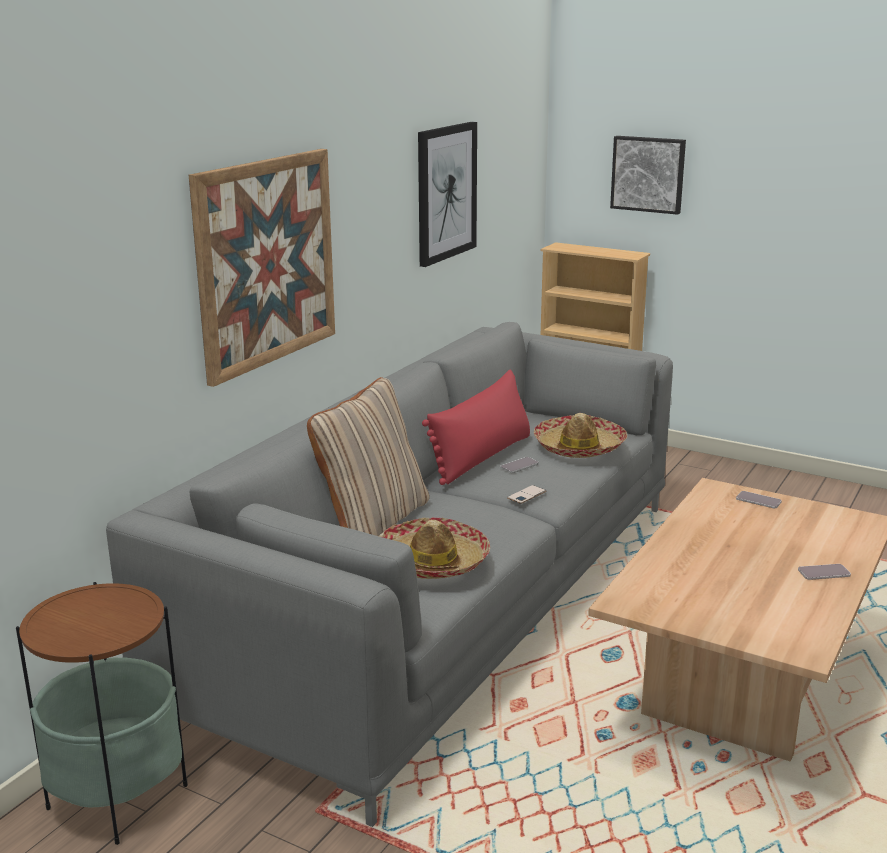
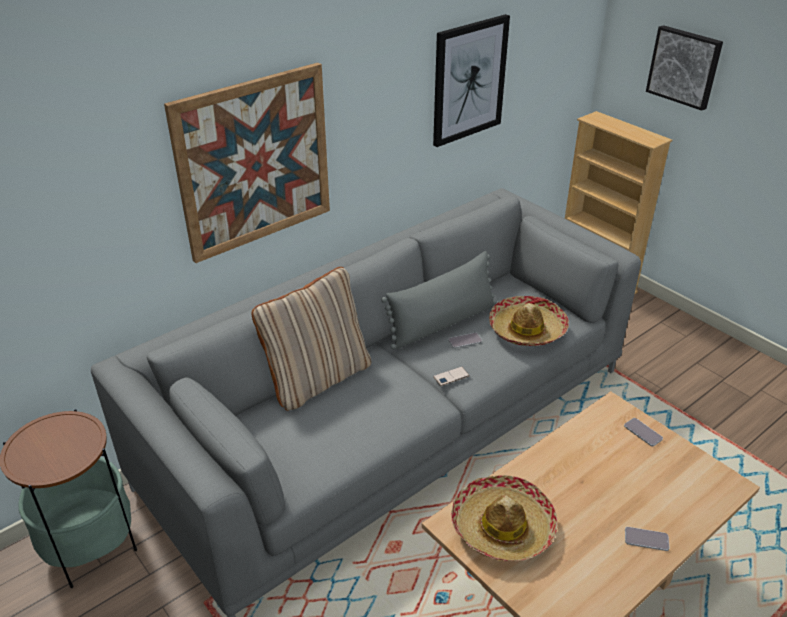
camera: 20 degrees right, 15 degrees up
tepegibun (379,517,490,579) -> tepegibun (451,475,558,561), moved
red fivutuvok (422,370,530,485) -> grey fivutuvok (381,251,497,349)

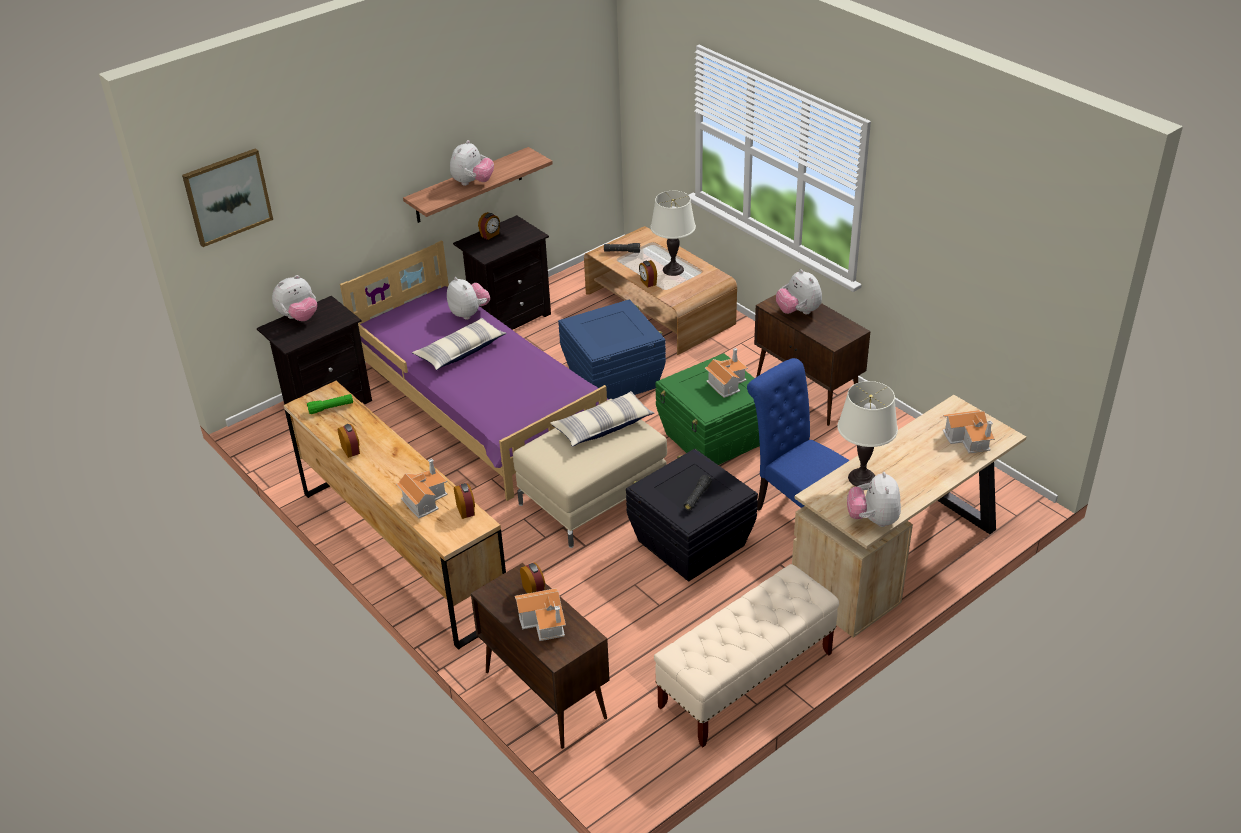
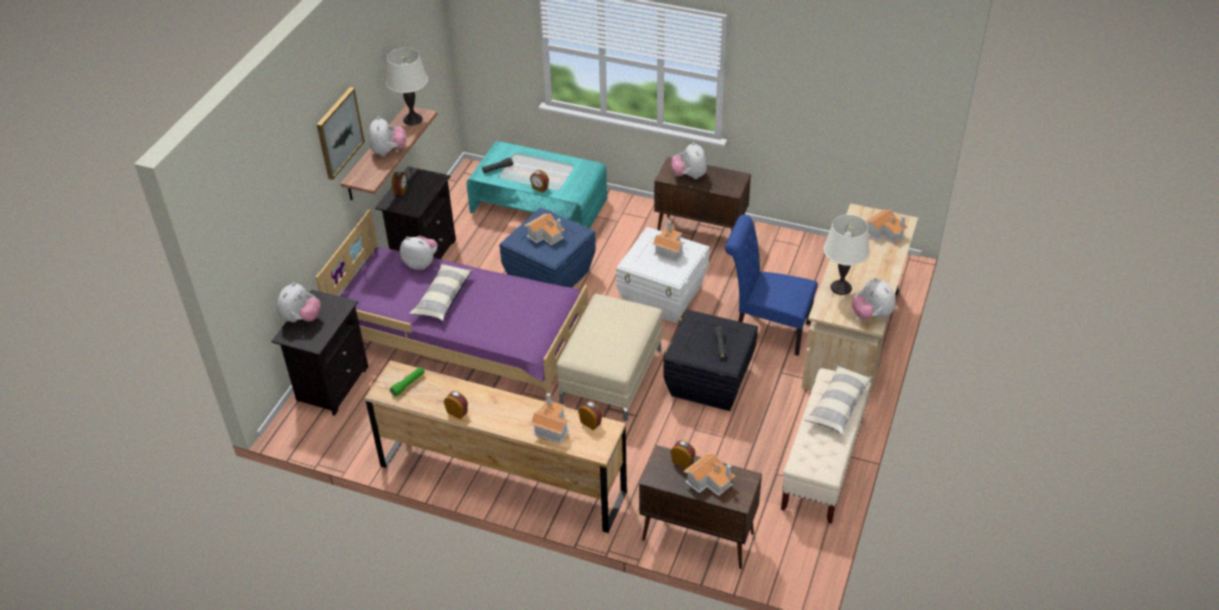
camera: 30 degrees left, 5 degrees up
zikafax (182,148,273,247) -> zikafax (316,87,365,180), moved
fivutuvok (550,391,654,447) -> fivutuvok (804,365,873,434), moved
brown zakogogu (584,226,737,355) -> turquoise zakogogu (466,141,607,229)
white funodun (650,191,696,276) -> white funodun (386,48,428,125), moved
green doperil (655,353,760,465) -> white doperil (616,227,710,323)
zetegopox (776,269,822,315) -> zetegopox (671,142,707,179), 45 degrees clockwise
none -> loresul (524,213,565,246)

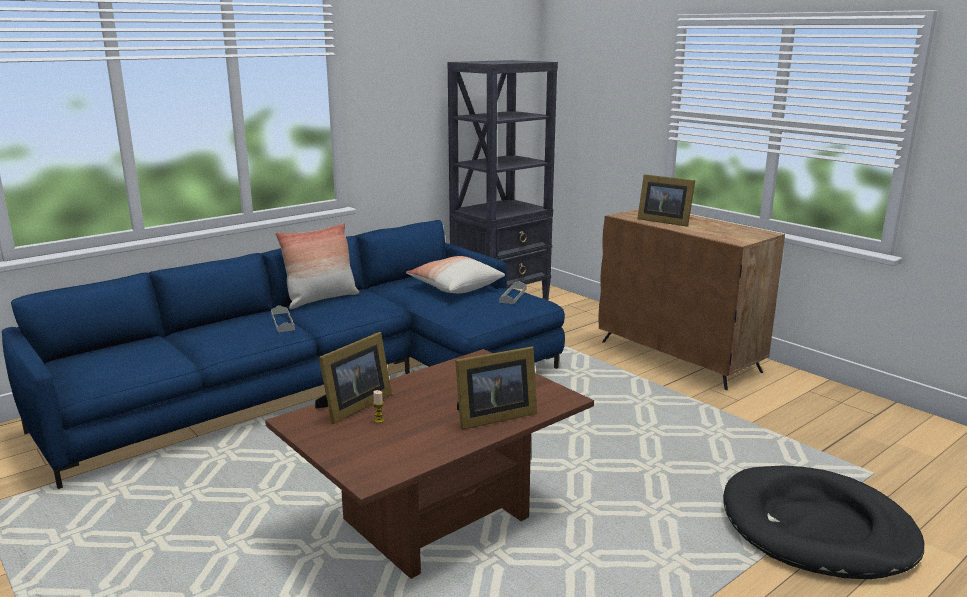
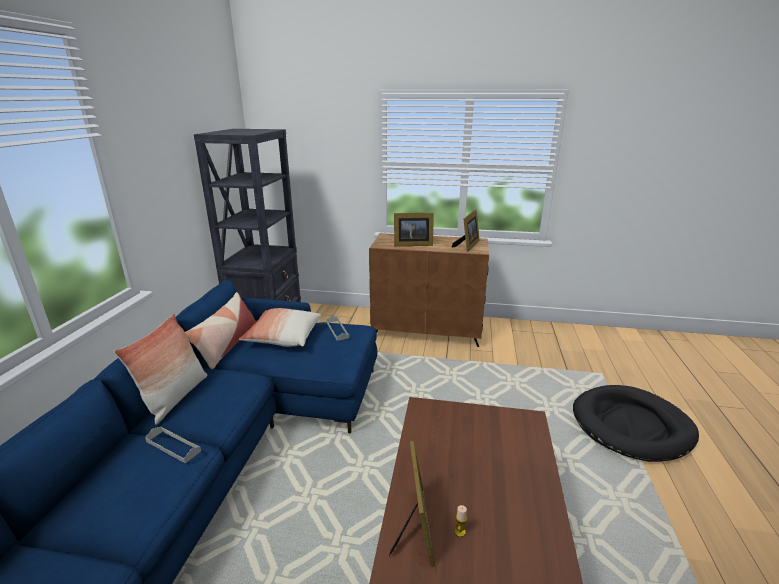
camera: 40 degrees left, 5 degrees up
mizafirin (455,347,537,430) -> mizafirin (452,210,480,252), moved
none -> fivutuvok (185,292,257,369)

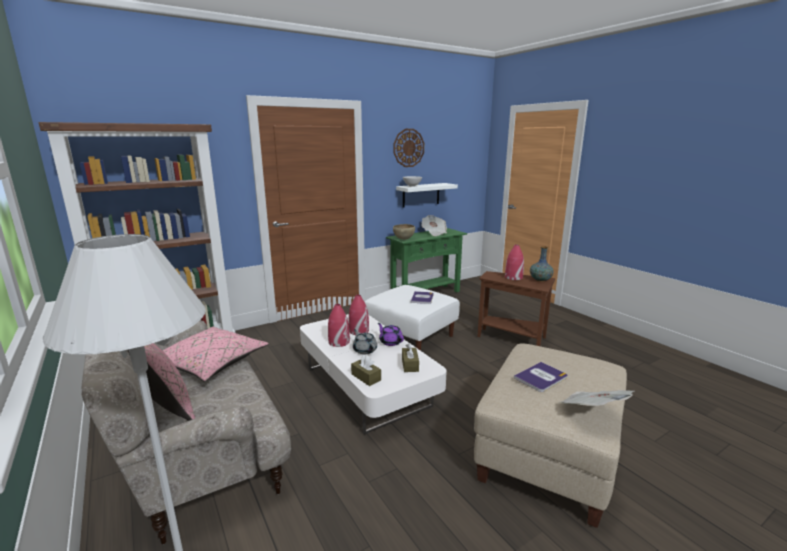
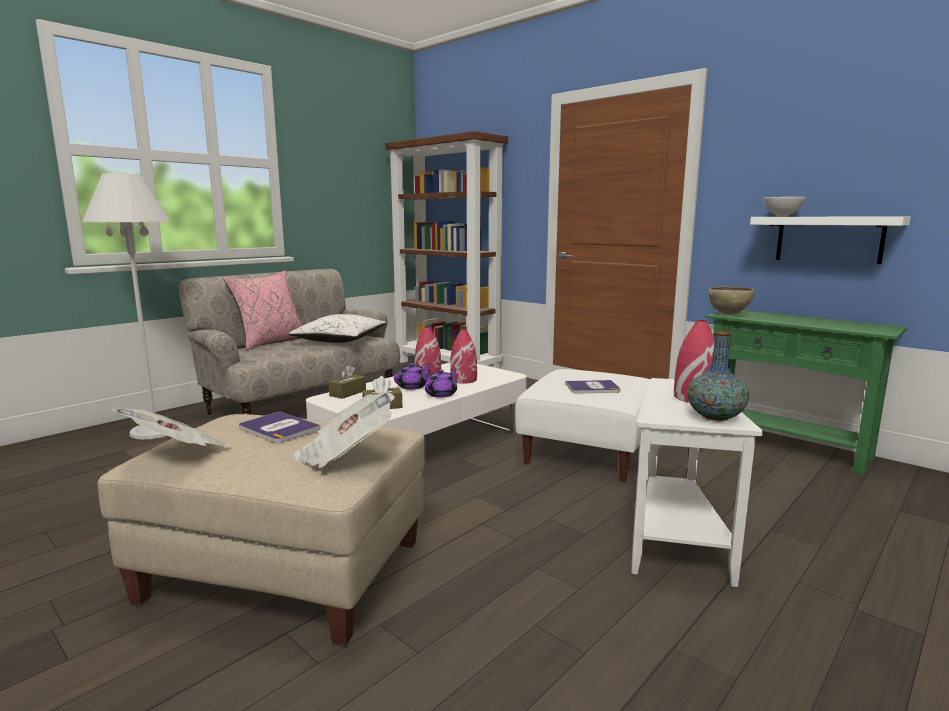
camera: 75 degrees right, 5 degrees down
pink fivutuvok (163,327,269,382) -> white fivutuvok (288,314,387,343)
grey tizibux (353,329,377,354) -> purple tizibux (394,363,431,390)
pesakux (394,129,424,167) -> none
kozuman (421,215,447,236) -> kozuman (293,392,395,468), moved
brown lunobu (477,271,555,346) -> white lunobu (631,378,763,587)

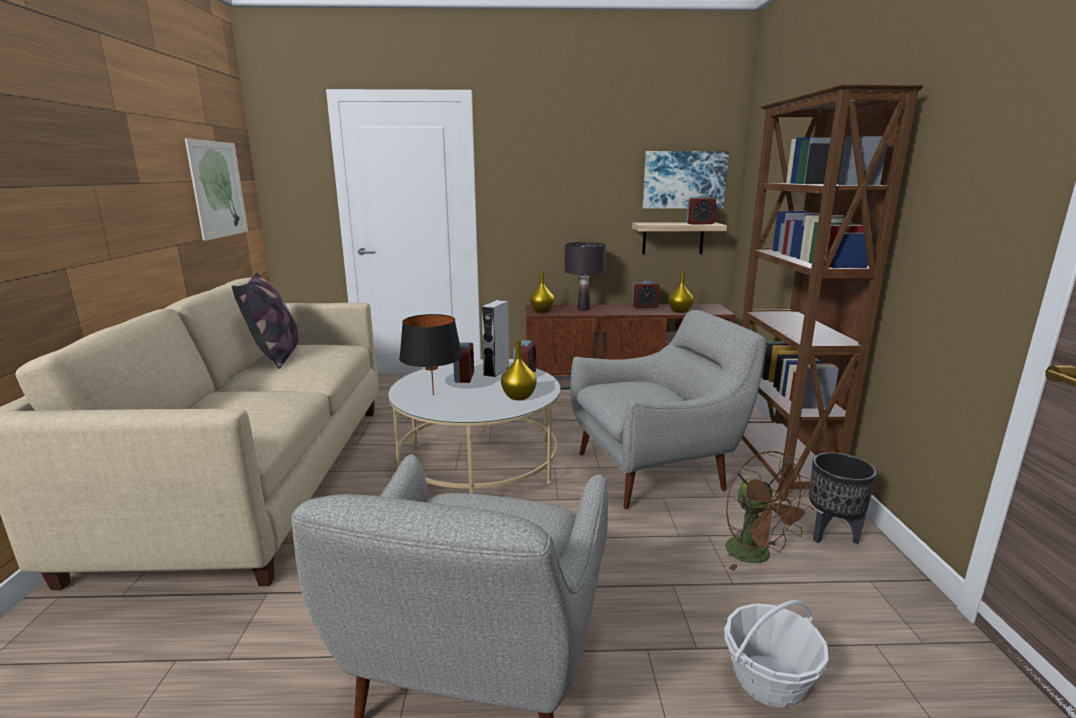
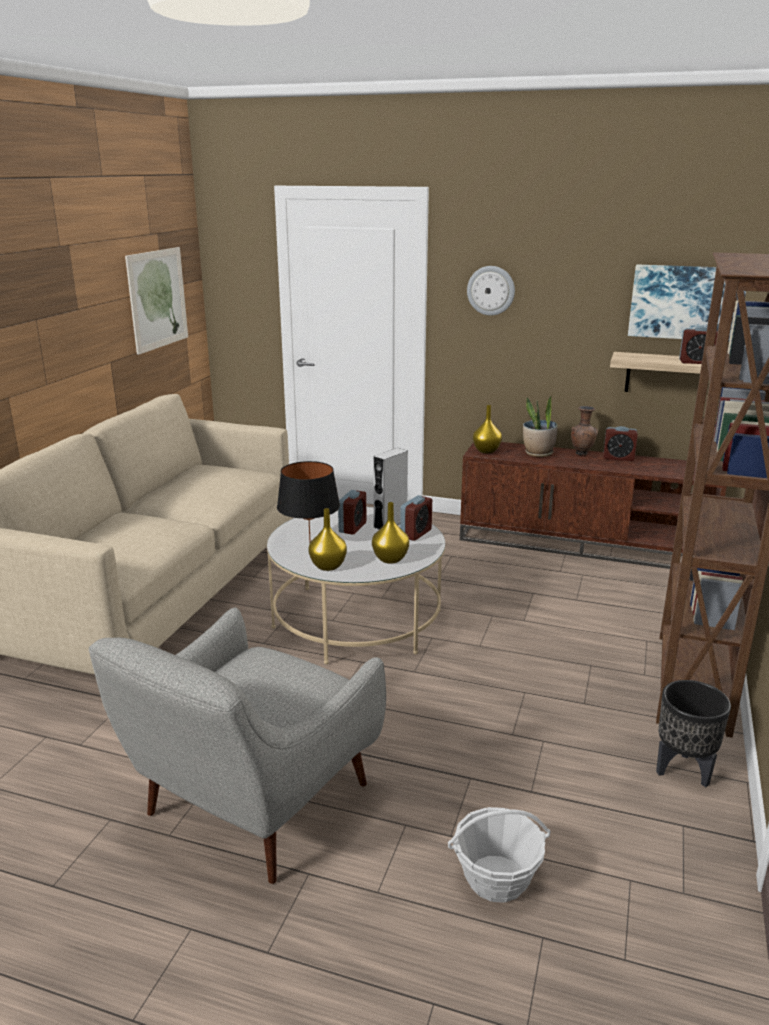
camera: 20 degrees right, 5 degrees up
fivutuvok (232,272,299,369) -> none
black funodun (564,242,606,311) -> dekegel (523,396,558,457)
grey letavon (571,310,767,509) -> none
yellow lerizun (668,271,693,313) -> yellow lerizun (308,508,347,571), moved
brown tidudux (725,451,814,571) -> none
none -> pesakux (467,266,515,315)
none -> brown lerizun (571,406,598,456)

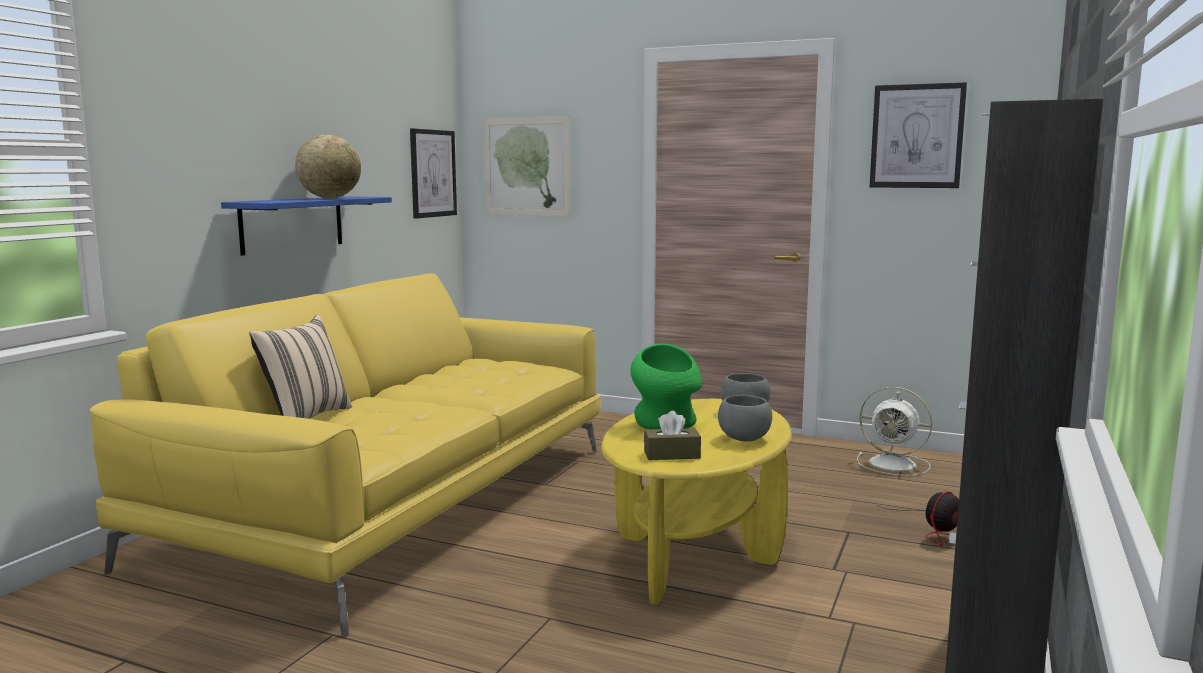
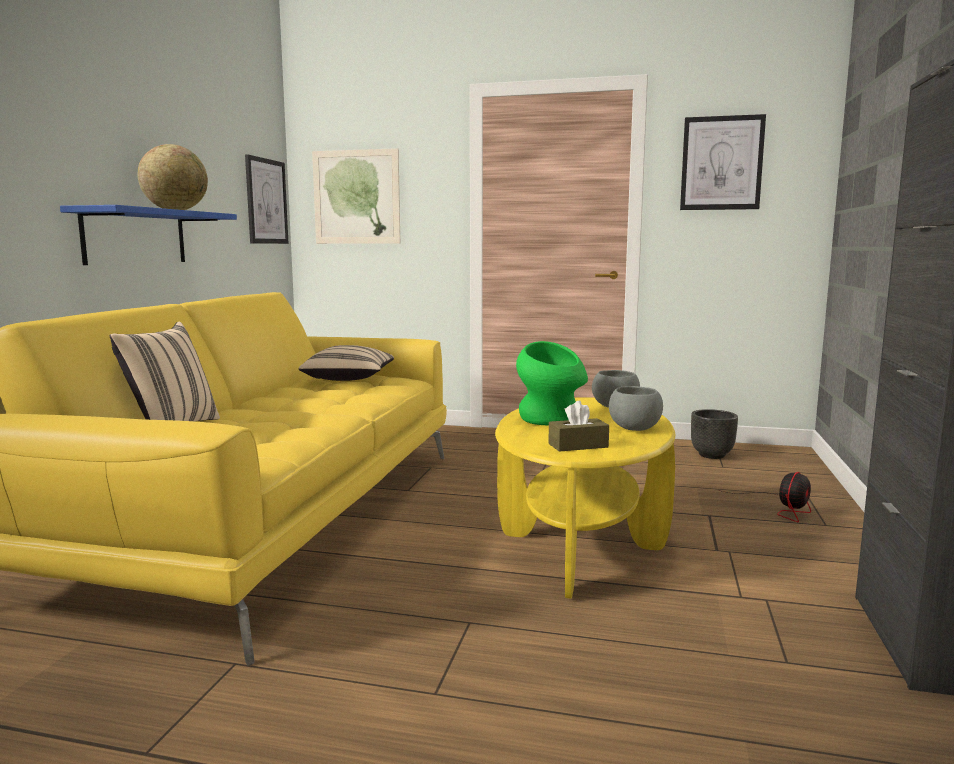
camera: 10 degrees left, 0 degrees up
white tidudux (857,387,932,476) -> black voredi (691,409,738,459)
none -> beige fivutuvok (299,345,394,381)

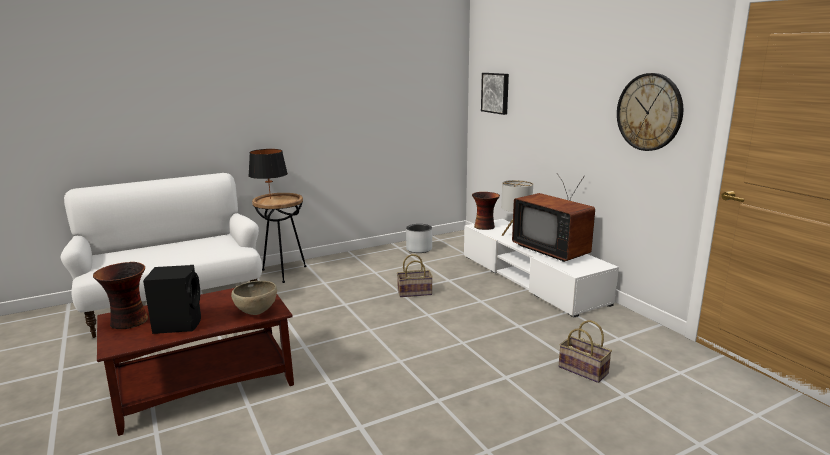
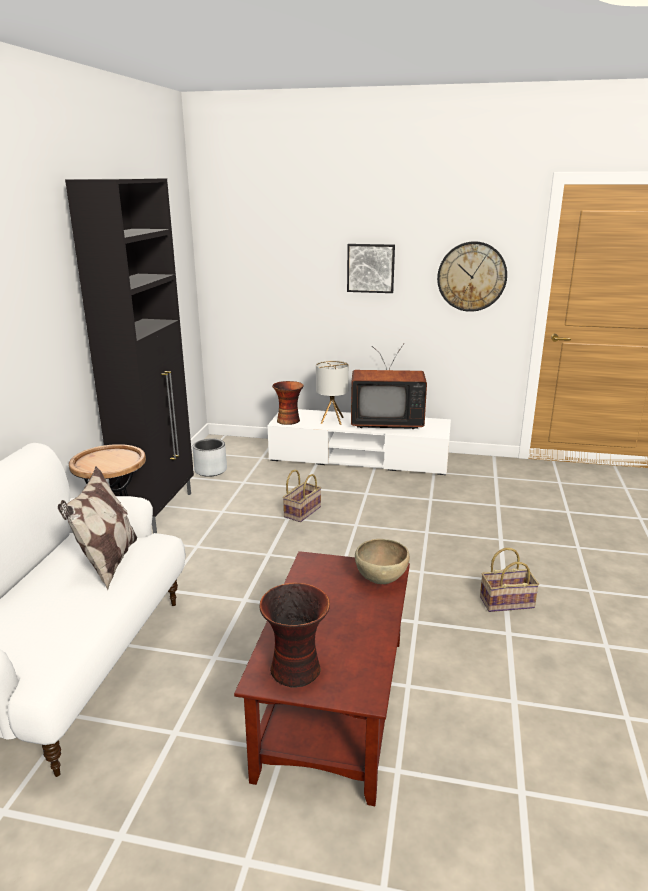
camera: 50 degrees left, 5 degrees up
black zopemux (143,265,201,334) -> none
black funodun (248,149,288,199) -> none
zikafax (481,73,509,115) -> zikafax (347,244,395,293), moved
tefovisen (559,320,612,383) -> tefovisen (480,548,539,612), moved
none -> fivutuvok (58,466,137,590)
none -> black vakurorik (65,178,194,533)

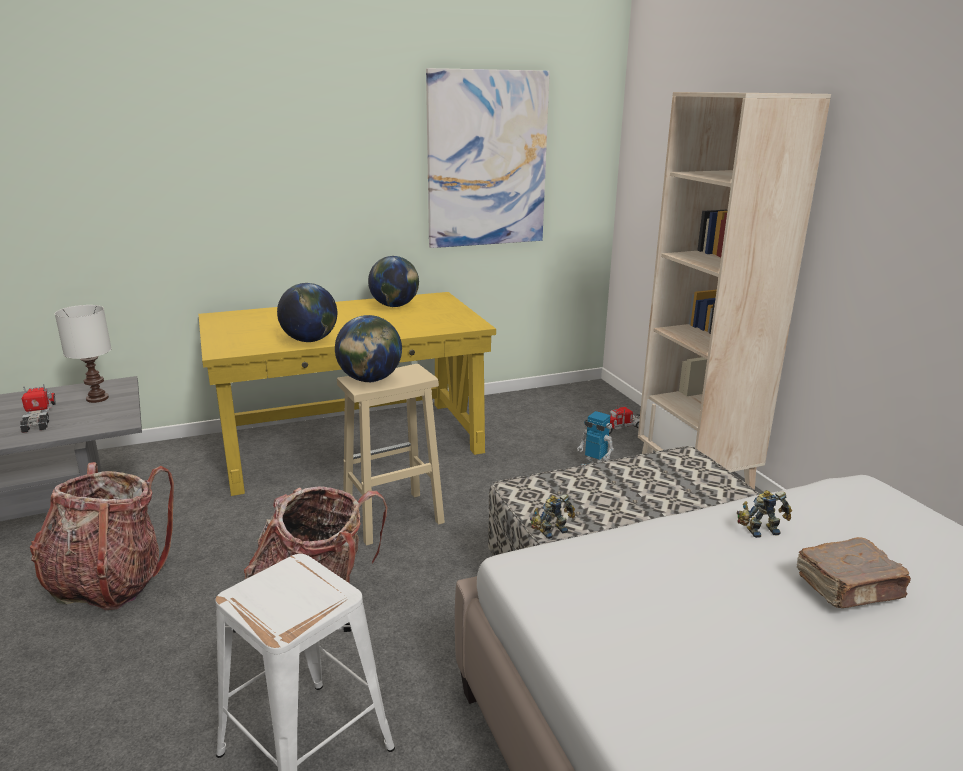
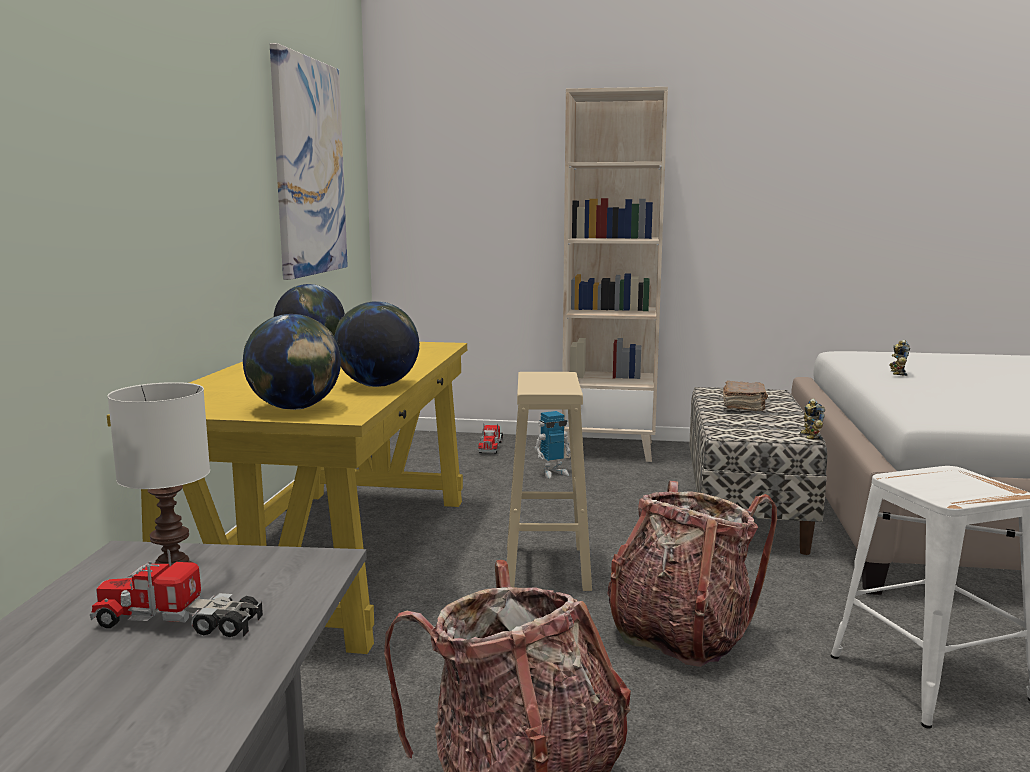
camera: 60 degrees left, 10 degrees down
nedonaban (335,315,402,382) -> nedonaban (243,314,341,410), moved
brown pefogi (796,537,911,608) -> brown pefogi (723,381,768,411), moved

